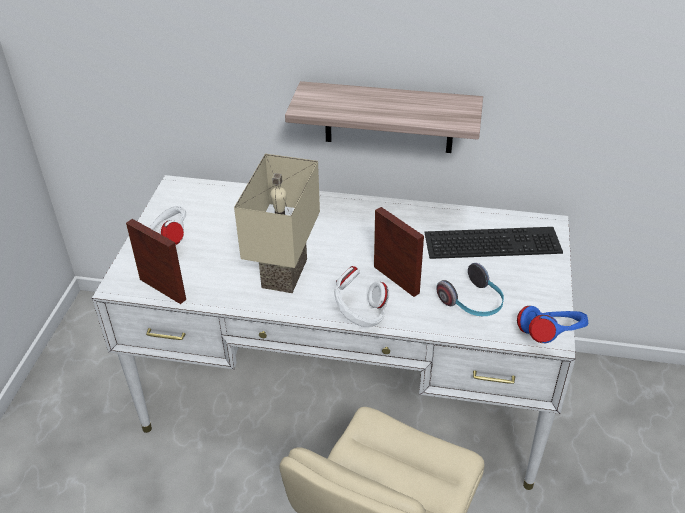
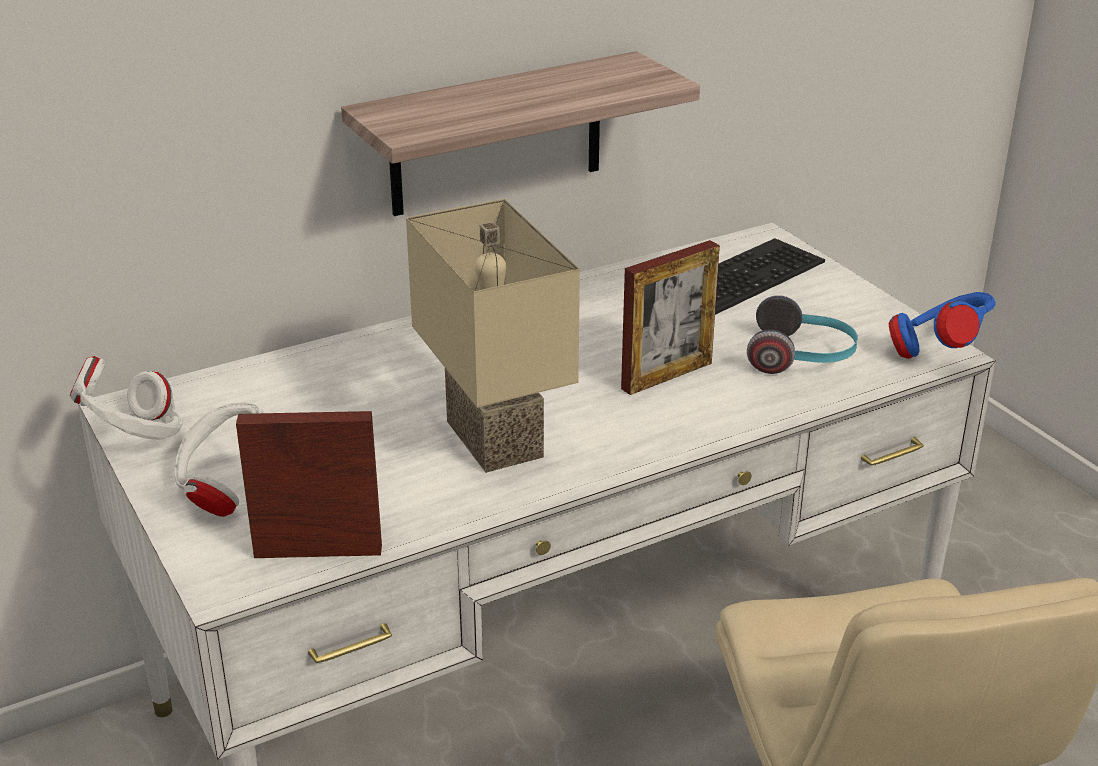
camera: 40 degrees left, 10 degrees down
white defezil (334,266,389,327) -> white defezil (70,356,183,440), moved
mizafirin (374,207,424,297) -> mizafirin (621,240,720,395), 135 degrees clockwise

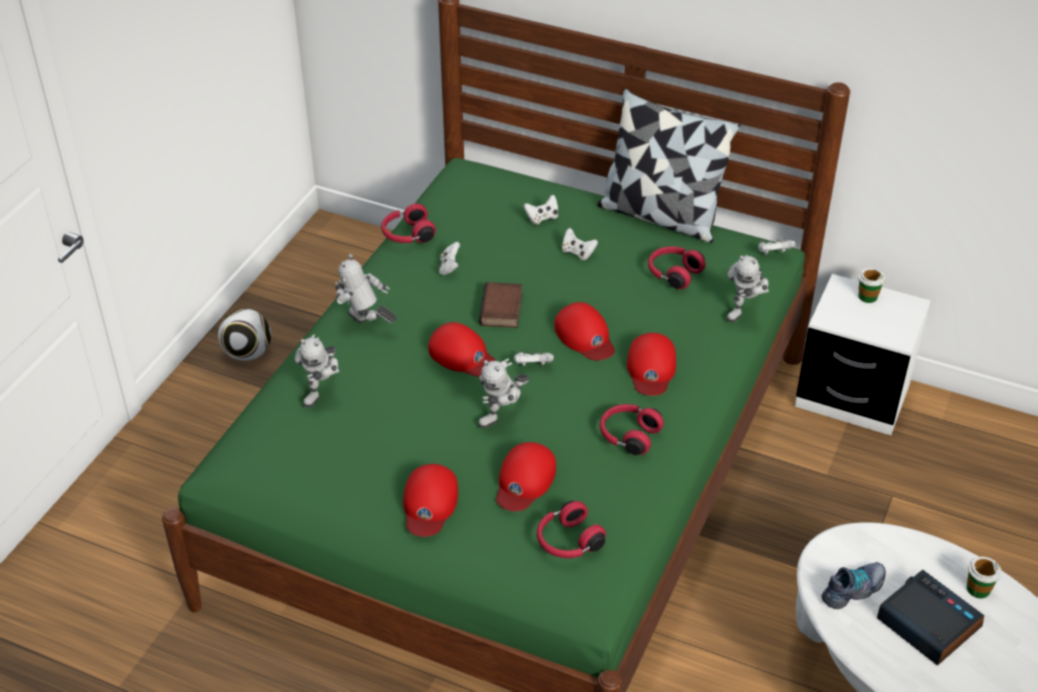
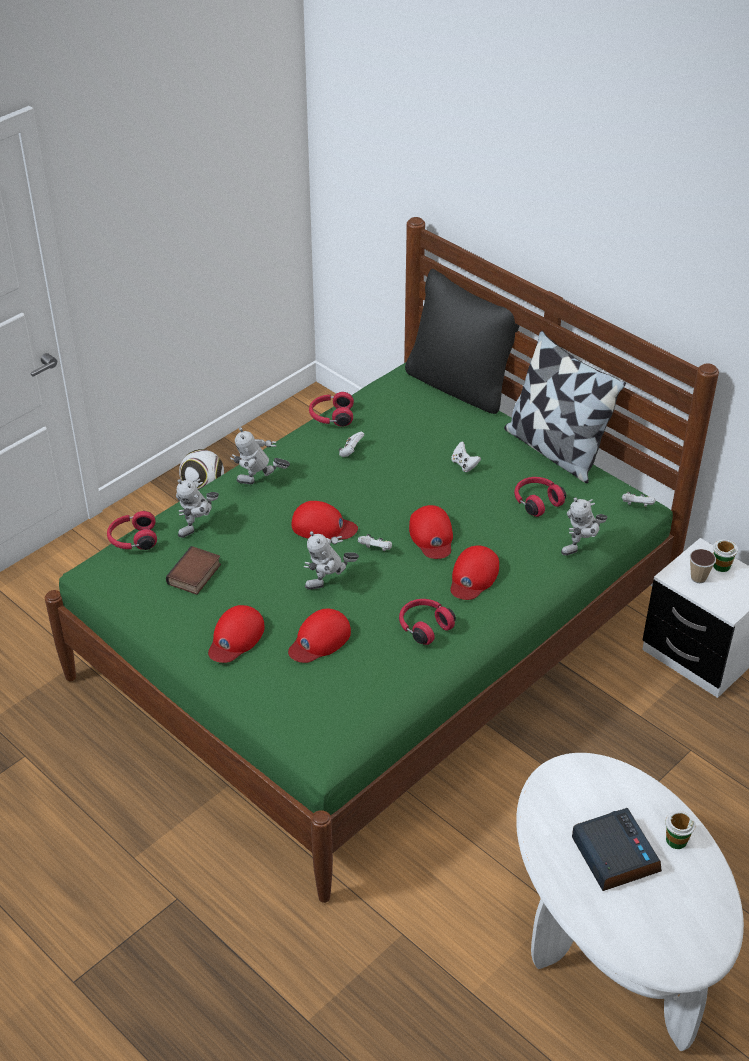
camera: 20 degrees right, 0 degrees up
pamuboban (335,254,396,323) -> pamuboban (230,427,290,484), 60 degrees counterclockwise
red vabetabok (428,322,496,377) -> red vabetabok (291,501,358,540), 45 degrees counterclockwise
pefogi (479,282,522,328) -> pefogi (166,546,221,595), moved
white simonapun (523,195,558,225) -> none
red defezil (537,501,606,558) -> red defezil (107,511,157,550), moved
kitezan (822,562,886,609) -> none
none -> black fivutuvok (405,269,520,414)
none -> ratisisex (690,549,716,583)

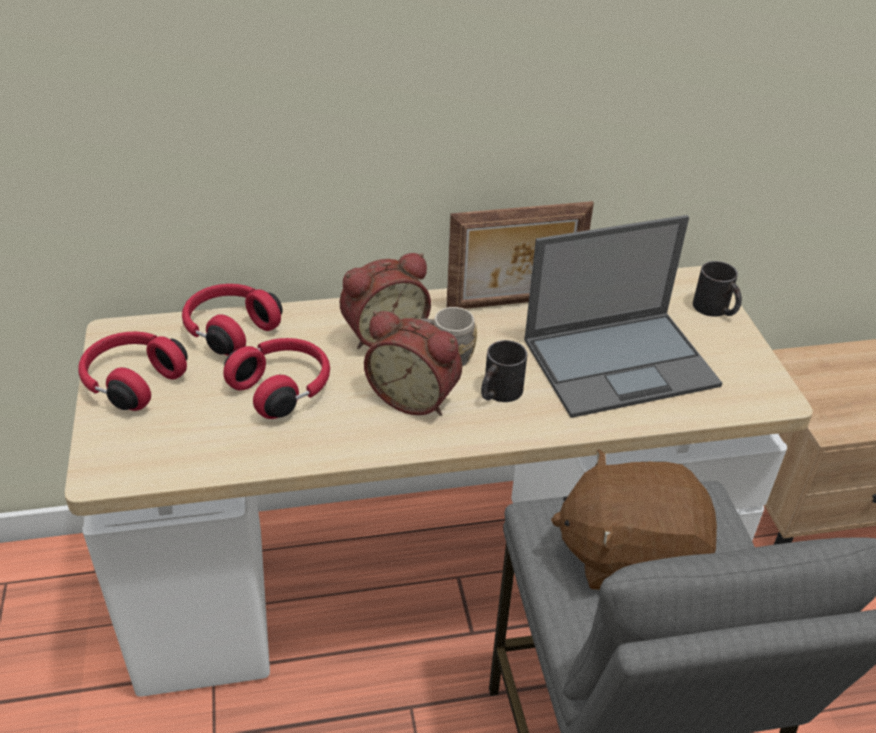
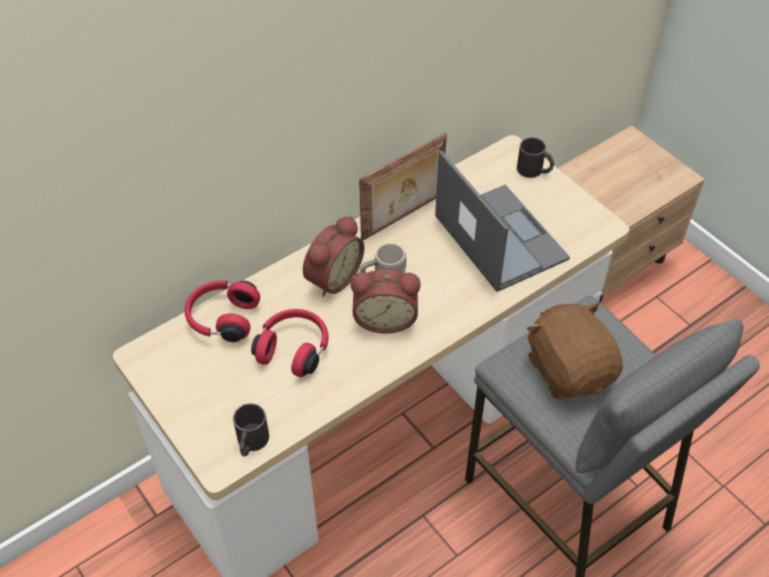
camera: 25 degrees left, 10 degrees up
red defezil (78,332,188,411) -> none
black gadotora (481,340,527,402) -> black gadotora (233,403,269,457), moved
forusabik (524,215,722,418) -> forusabik (435,150,570,292), 75 degrees counterclockwise
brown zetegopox (551,448,717,590) -> brown zetegopox (527,302,623,399), 90 degrees clockwise

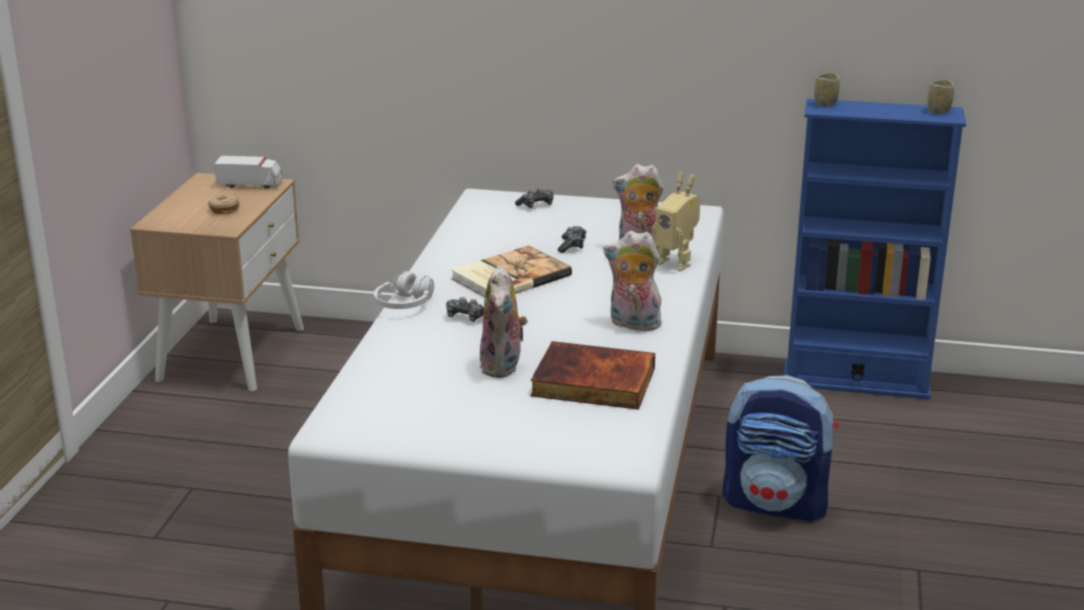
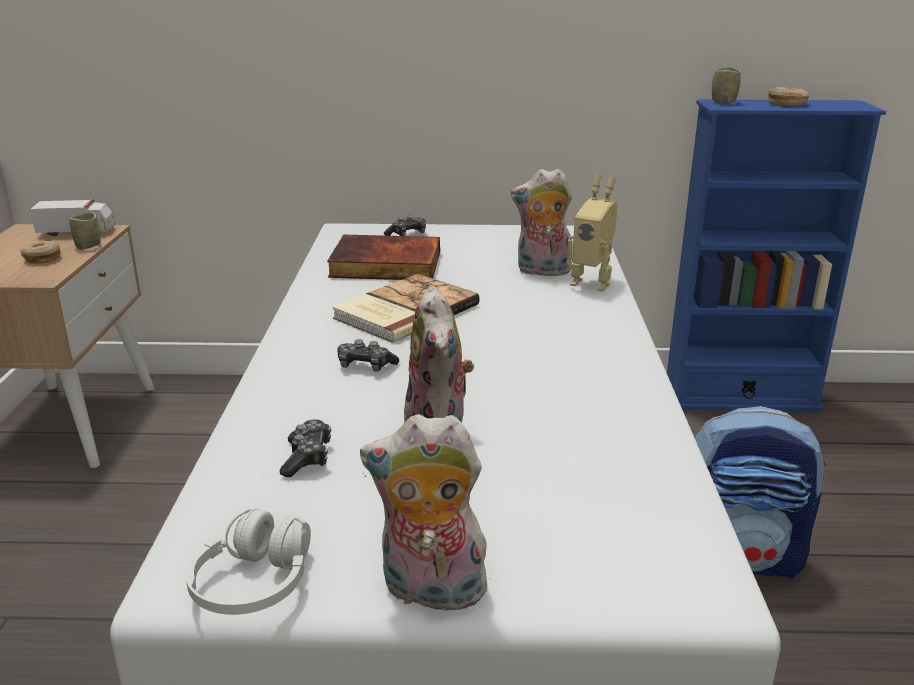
camera: 10 degrees left, 0 degrees up
white defezil (374,271,434,309) -> white defezil (186,508,311,615), moved
pefogi (531,341,655,410) -> pefogi (327,234,440,280), moved
simonapun (558,226,586,253) -> simonapun (280,419,331,477), moved
zetegopox (603,231,665,331) -> zetegopox (360,414,491,618), moved
ratisisex (928,80,954,114) -> ratisisex (69,212,101,250), moved
none -> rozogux (768,87,809,106)

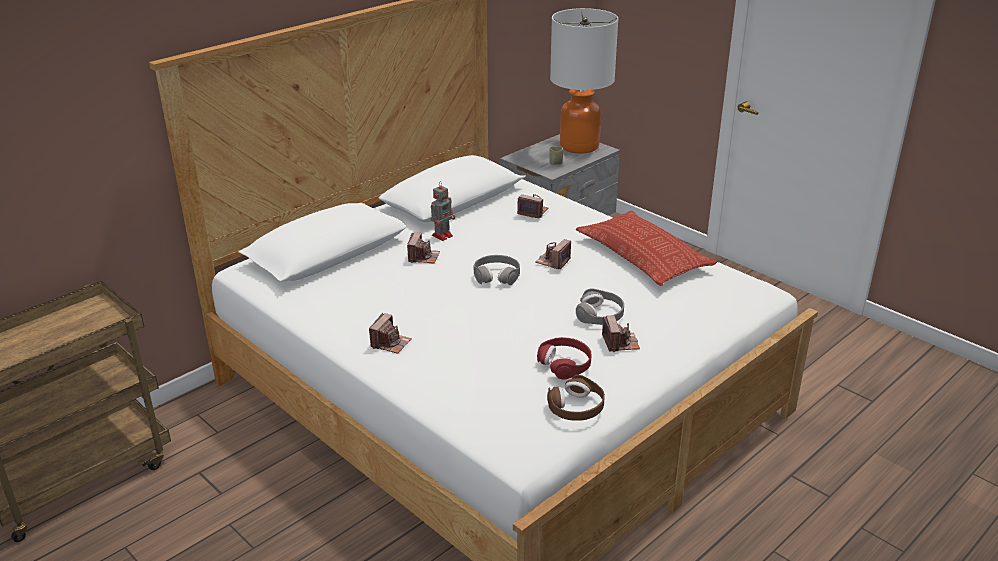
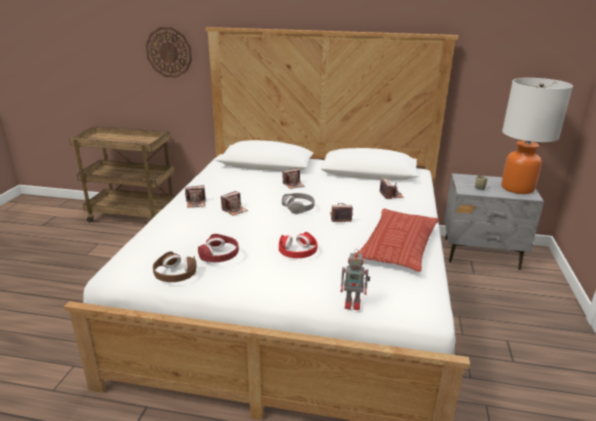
camera: 55 degrees right, 5 degrees down
pamuboban (431,181,455,241) -> pamuboban (341,249,370,310), moved
grey defezil (576,288,624,325) -> red defezil (279,232,317,258)
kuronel (602,315,640,352) -> kuronel (221,191,248,216), moved
none -> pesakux (146,27,192,78)

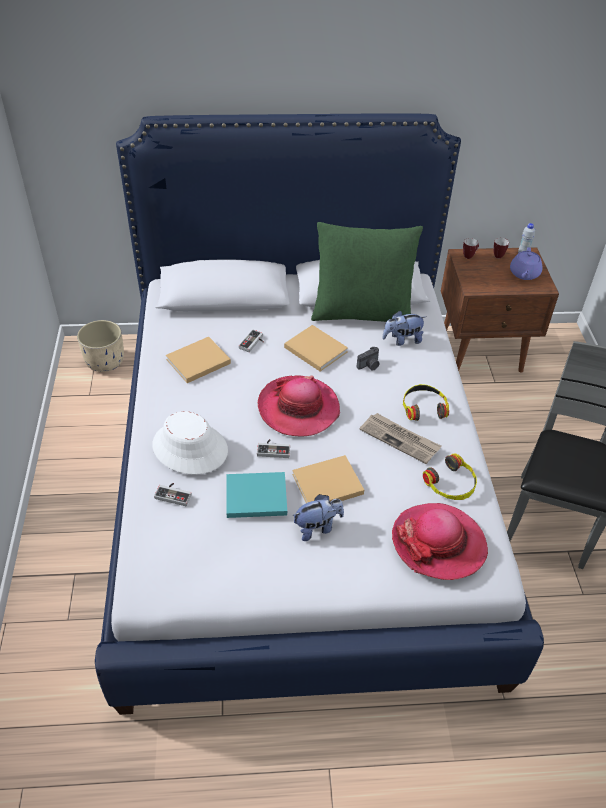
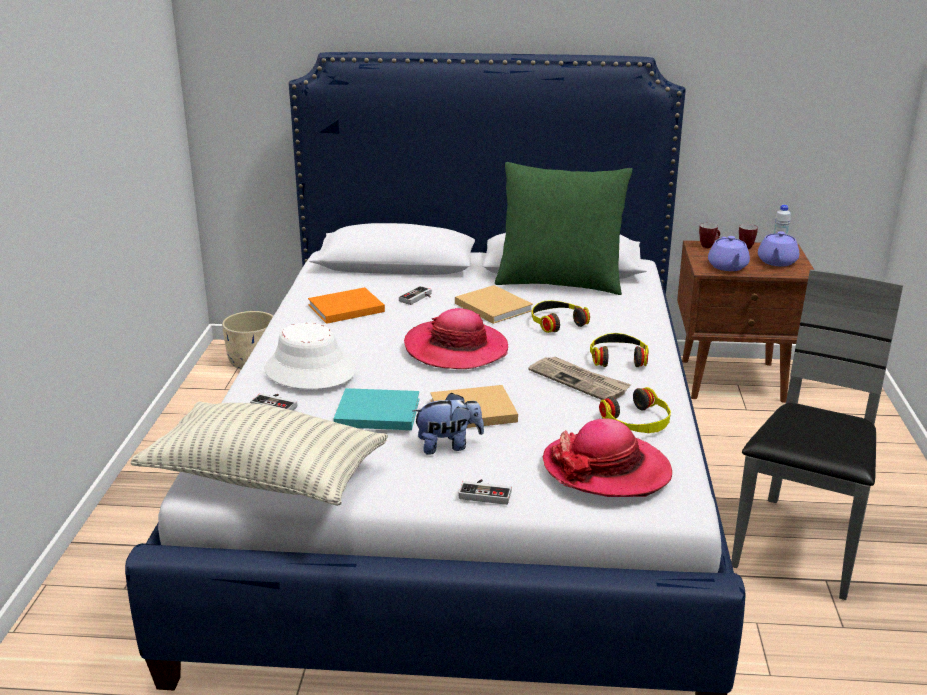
camera: 10 degrees right, 20 degrees down
beige pefogi (166,337,231,383) -> orange pefogi (308,287,385,324)
simonapun (257,439,290,458) -> simonapun (459,479,512,505), moved
kuronel (357,347,380,371) -> defezil (532,300,590,333)
zetegopox (382,311,426,346) -> none
none -> fivutuvok (131,401,388,506)
none -> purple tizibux (708,236,750,271)

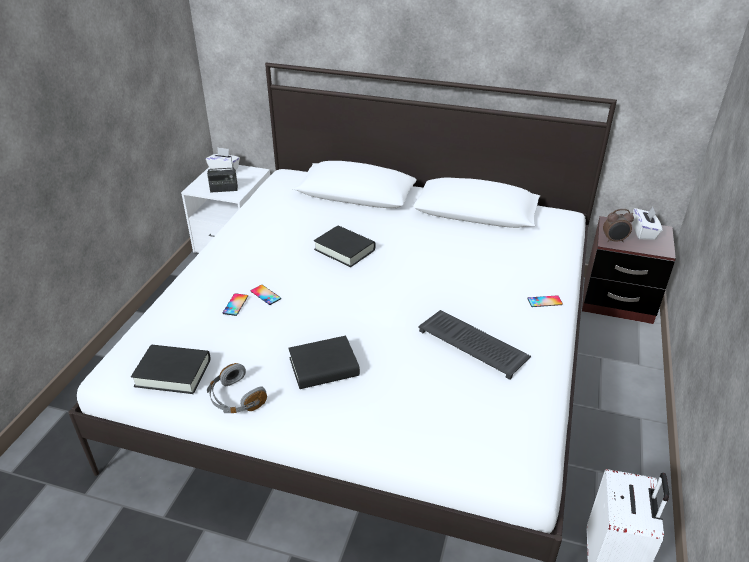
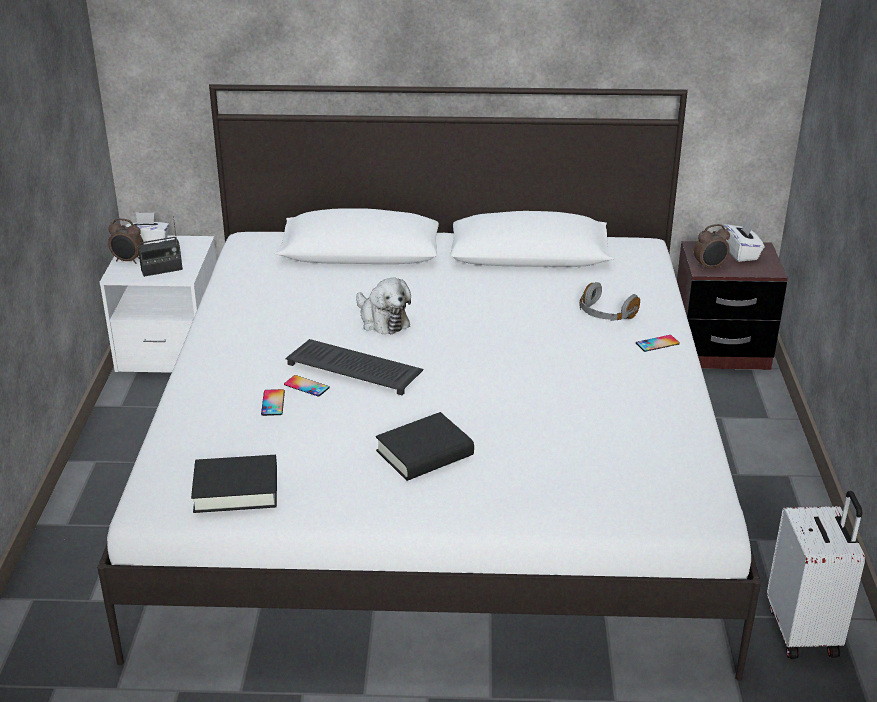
camera: 15 degrees left, 5 degrees down
grey defezil (207,363,267,413) -> grey defezil (579,282,640,321), moved
black pefogi (314,225,375,267) -> zetegopox (356,278,411,334)
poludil (418,310,531,380) -> poludil (286,339,423,395), moved
none -> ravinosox (108,218,144,264)

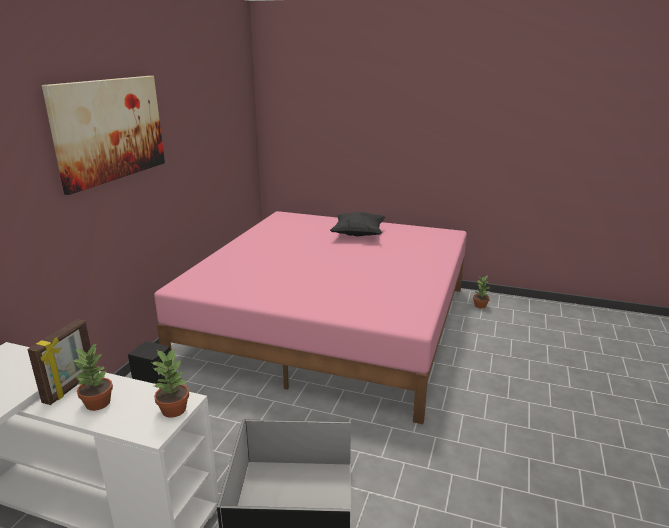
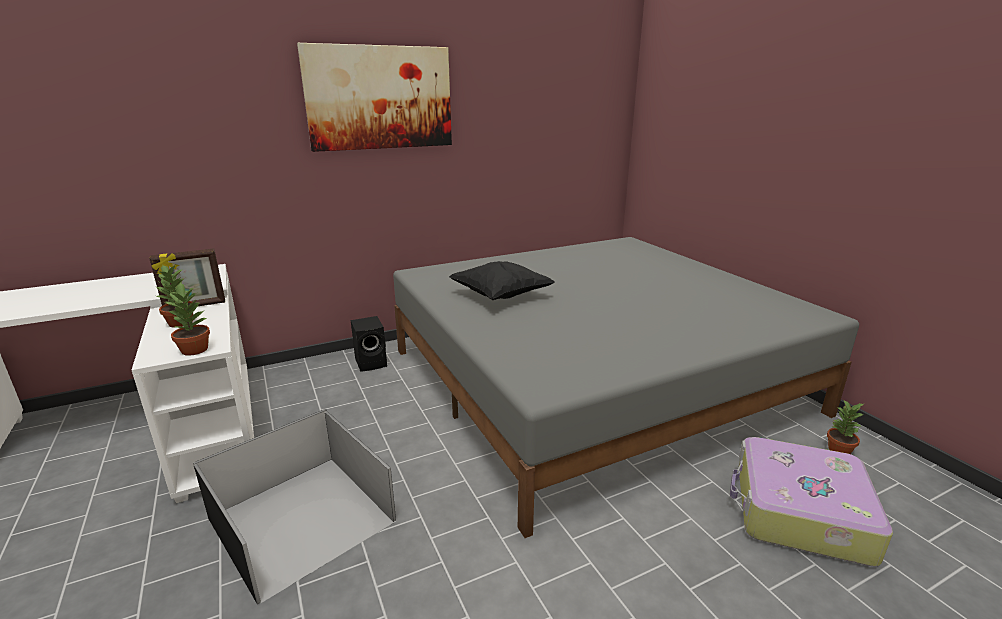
camera: 45 degrees right, 0 degrees up
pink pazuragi (154,211,467,424) -> grey pazuragi (393,237,859,538)
black fivutuvok (330,212,386,236) -> black fivutuvok (449,261,555,300), moved
none -> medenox (730,437,893,567)

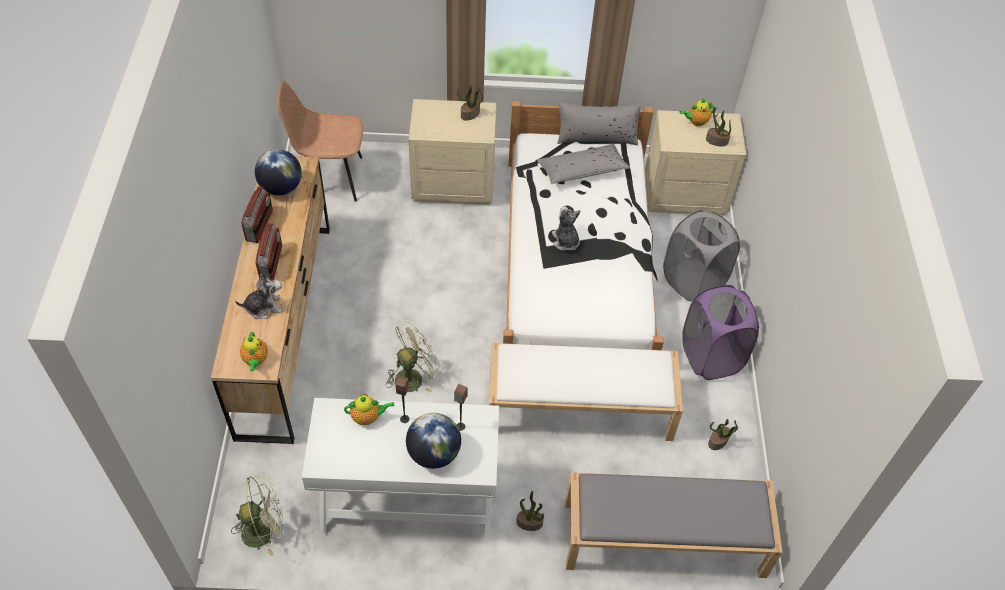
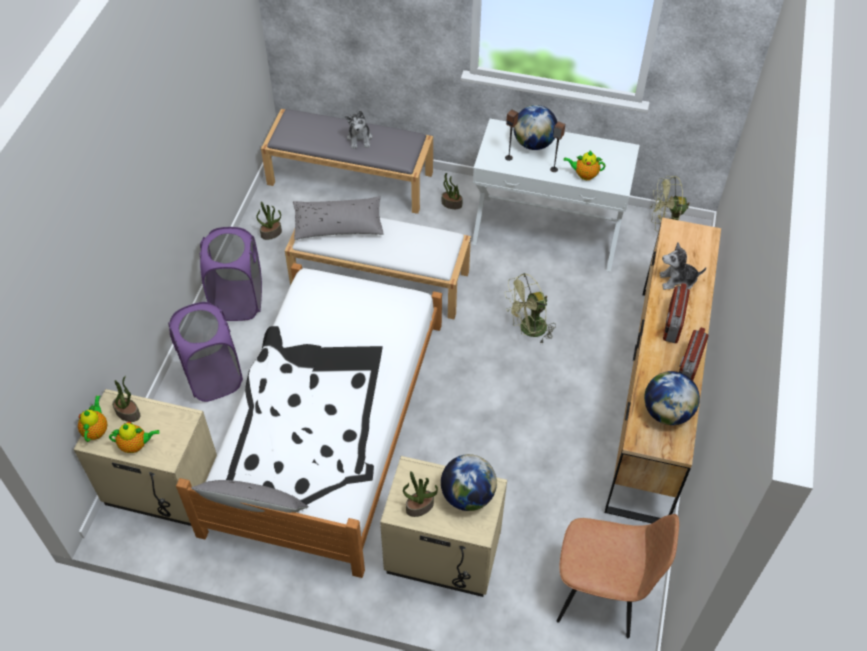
camera: 165 degrees left, 0 degrees up
tizibux (240,331,268,372) -> tizibux (78,396,107,442), moved
grey fivutuvok (537,144,630,184) -> grey fivutuvok (293,196,384,240), moved
zetegopox (552,206,581,251) -> zetegopox (345,110,373,149), moved
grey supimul (663,210,740,301) -> purple supimul (168,302,243,402)
none -> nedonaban (441,454,497,511)

